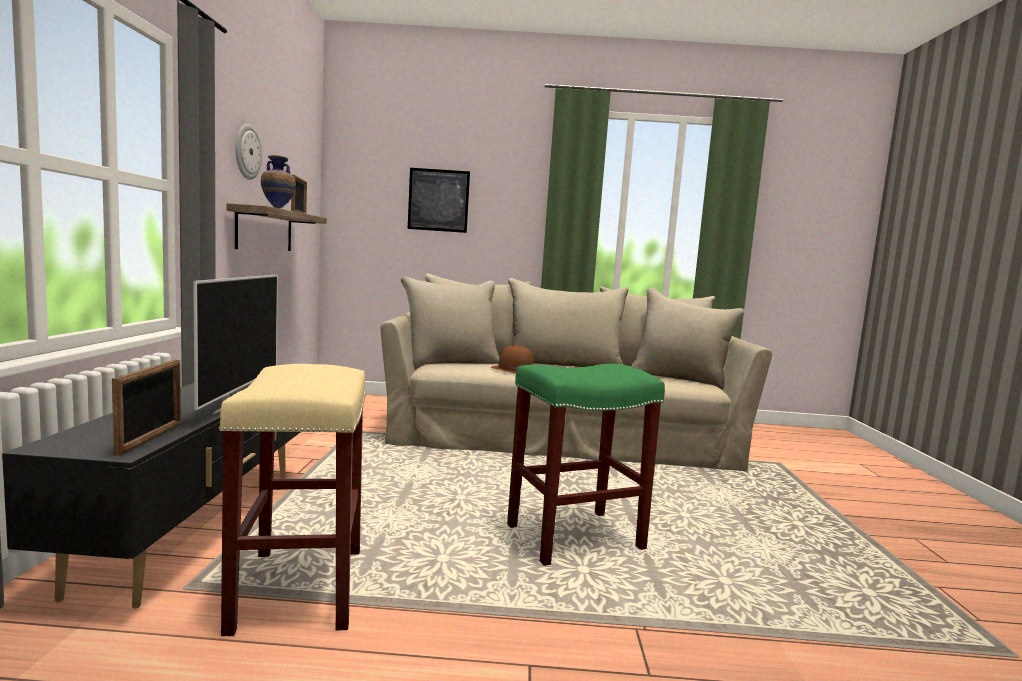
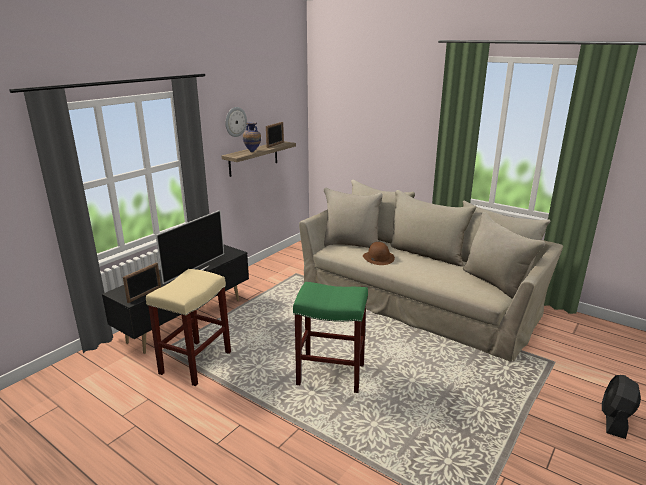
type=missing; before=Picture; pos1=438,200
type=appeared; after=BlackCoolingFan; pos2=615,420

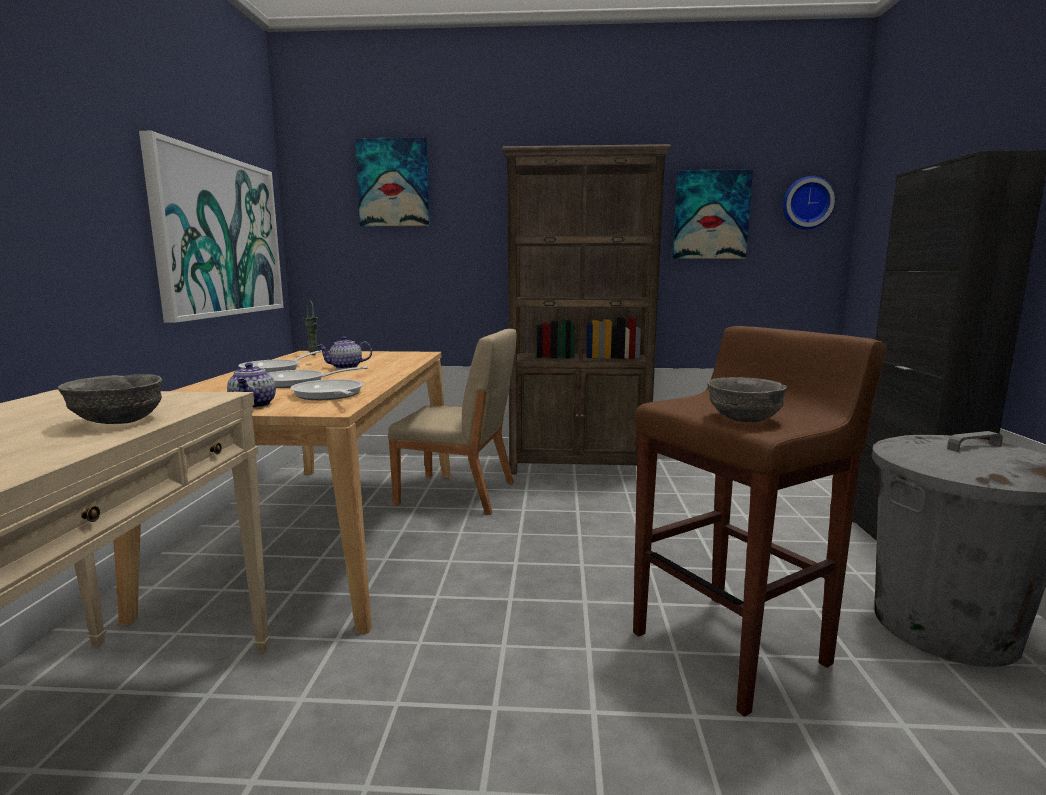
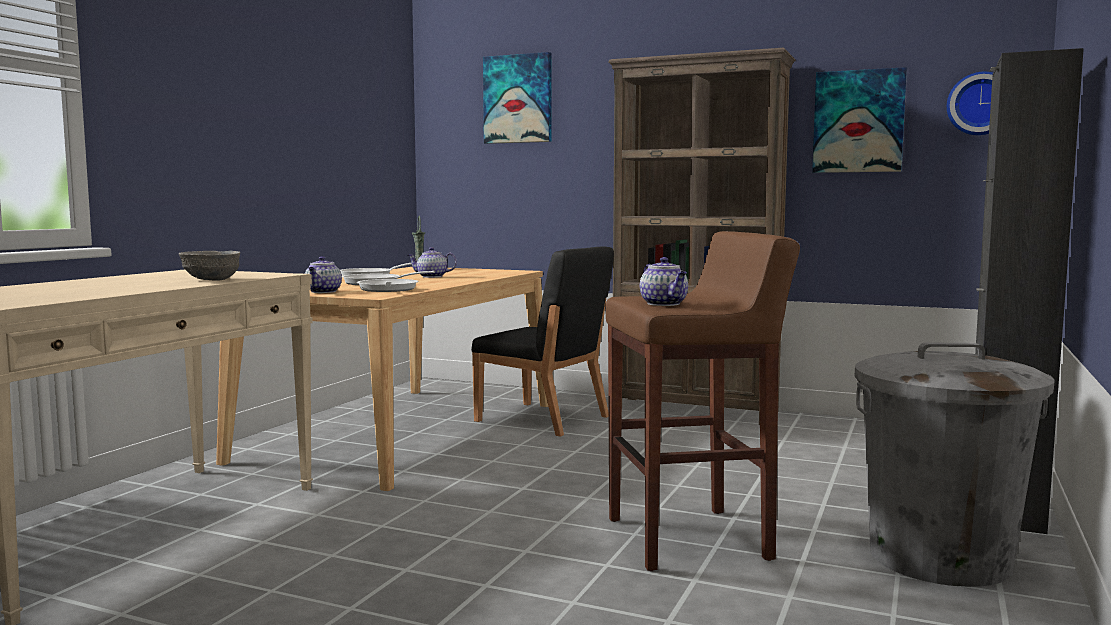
type=missing; before=Picture; pos1=220,236
type=colour; before=BeigeColouredUprightChair; after=BlackUprightChair; pos1=458,494; pos2=543,419
type=exchanged; before=GreyServingBowl; after=TeaPot; pos1=744,418; pos2=664,304

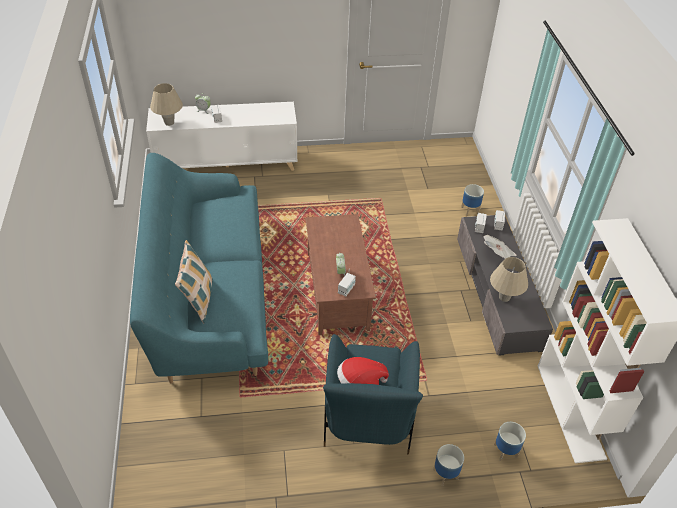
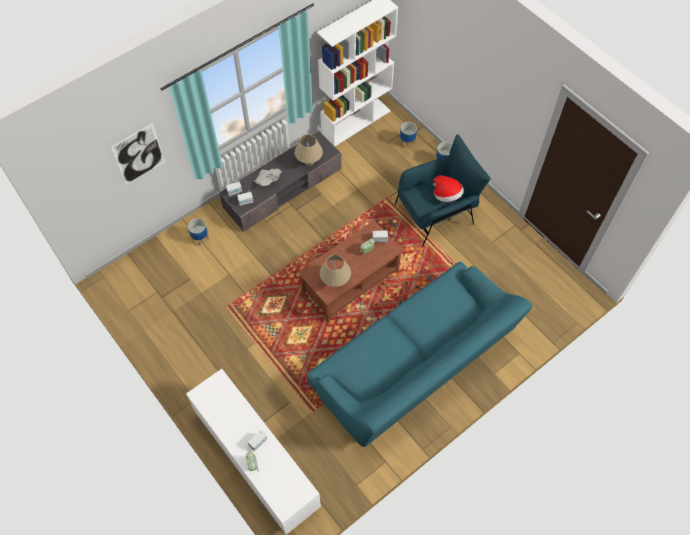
type=relocated; before=BeigeColouredTabletopLamp; pos1=169,123; pos2=335,282
type=missing; before=Cushion; pos1=198,300
type=appeared; after=Picture; pos2=139,154

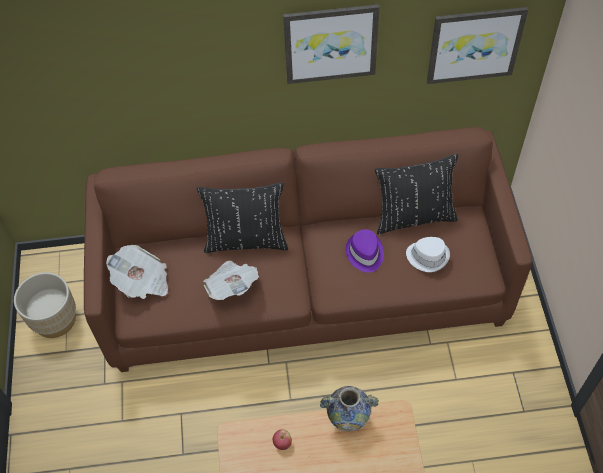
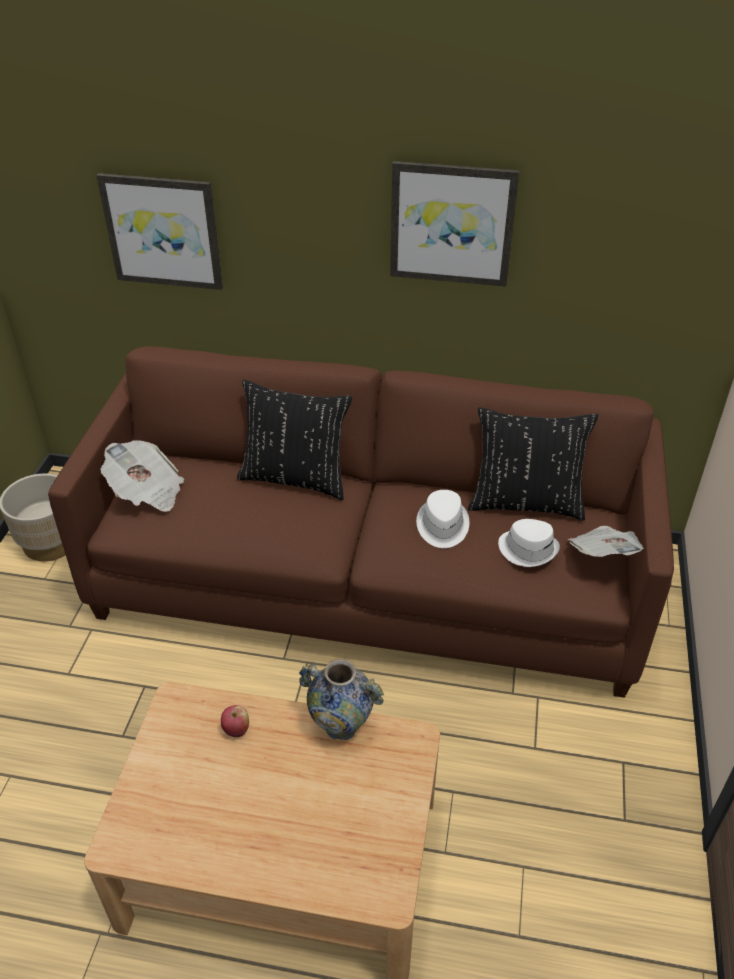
type=relocated; before=Picture; pos1=474,44; pos2=163,231
type=colour; before=PurpleHat; after=WhiteHat; pos1=364,253; pos2=442,525
type=relocated; before=PrintedPaper; pos1=232,286; pos2=606,556

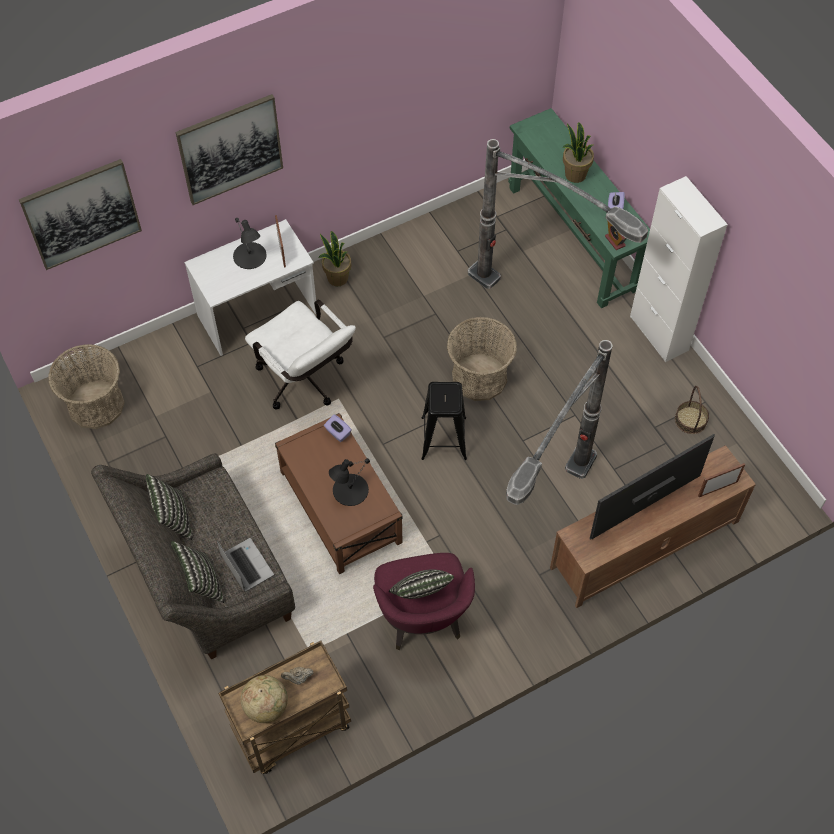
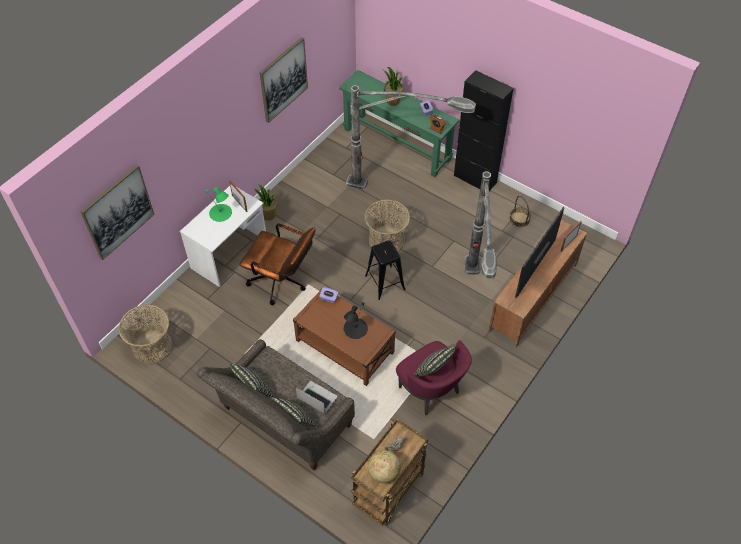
type=relocated; before=Picture; pos1=230,149; pos2=283,79
type=colour; before=WhiteStorageCabinet; after=BlackStorageCabinet; pos1=659,333; pos2=475,179
type=colour; before=BlackTabletopLamp; after=GreenishTabletopLamp; pos1=249,256; pos2=220,213
type=colour; before=WhiteComputerChair; after=BrownishComputerChair; pos1=305,382; pos2=282,282

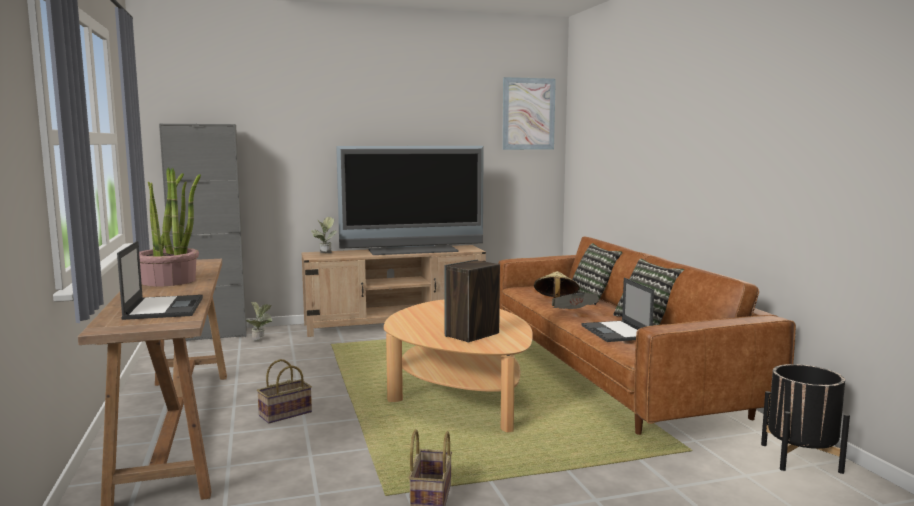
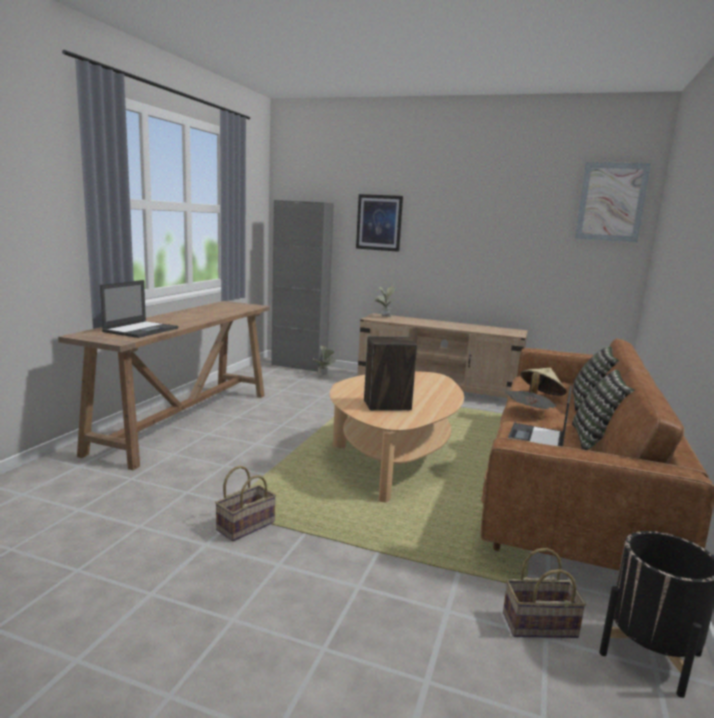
type=missing; before=TvSet; pos1=413,250
type=missing; before=PottedPlant; pos1=169,281
type=relocated; before=StorageBasket; pos1=284,414; pos2=538,626
type=appeared; after=Picture; pos2=379,222

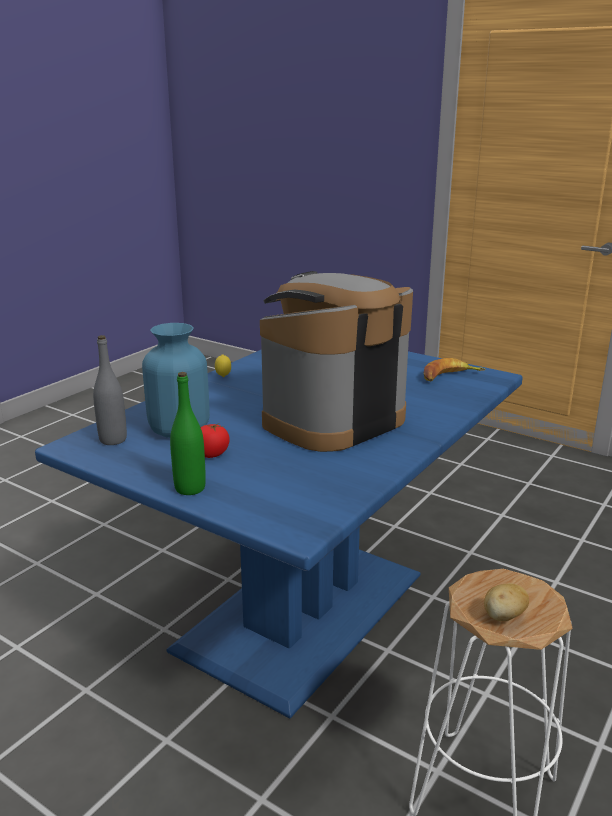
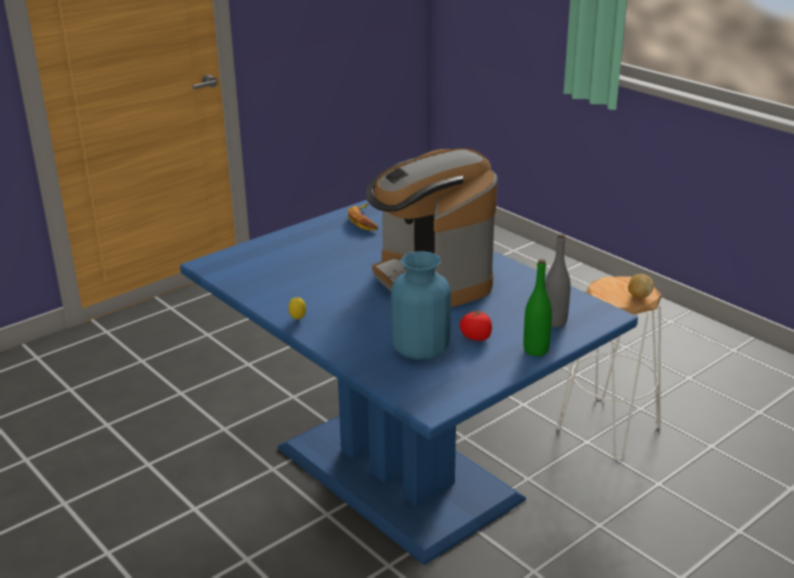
type=relocated; before=GreyBottle; pos1=113,440; pos2=554,322

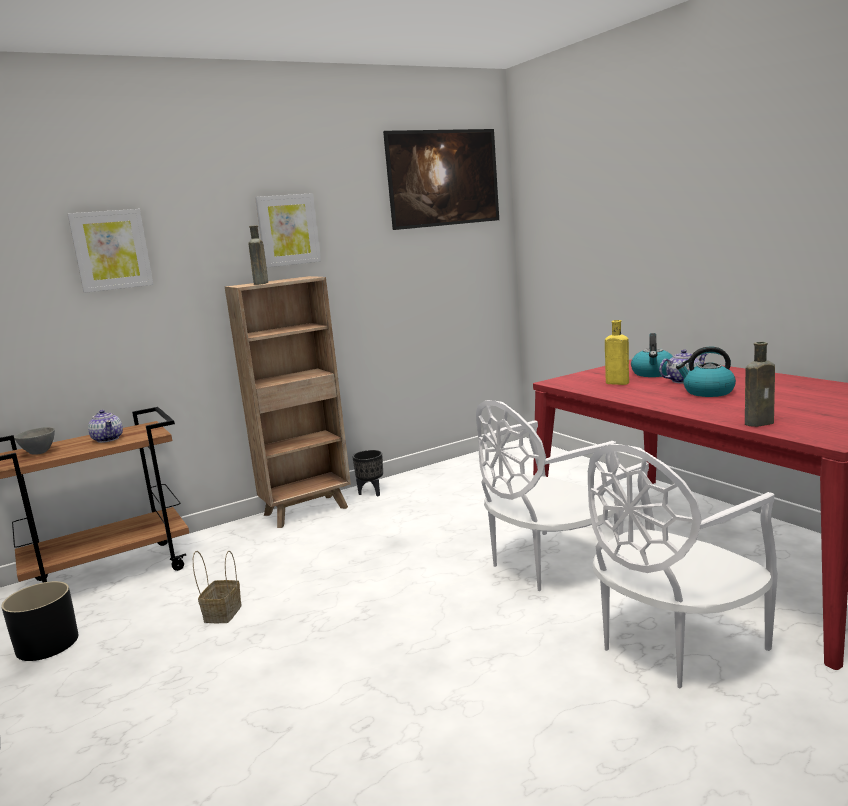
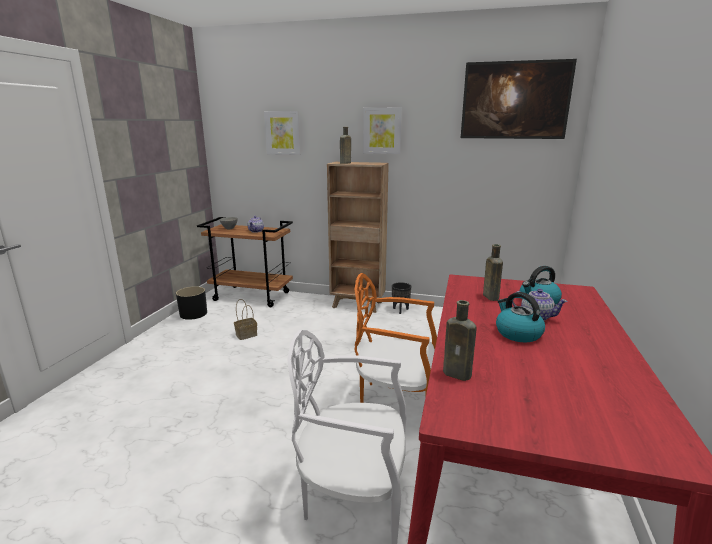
type=colour; before=YellowColouredBottle; after=BrownishBottle; pos1=615,383; pos2=490,296
type=colour; before=WhiteUprightChair; after=OrangeUprightChair; pos1=547,563; pos2=396,401

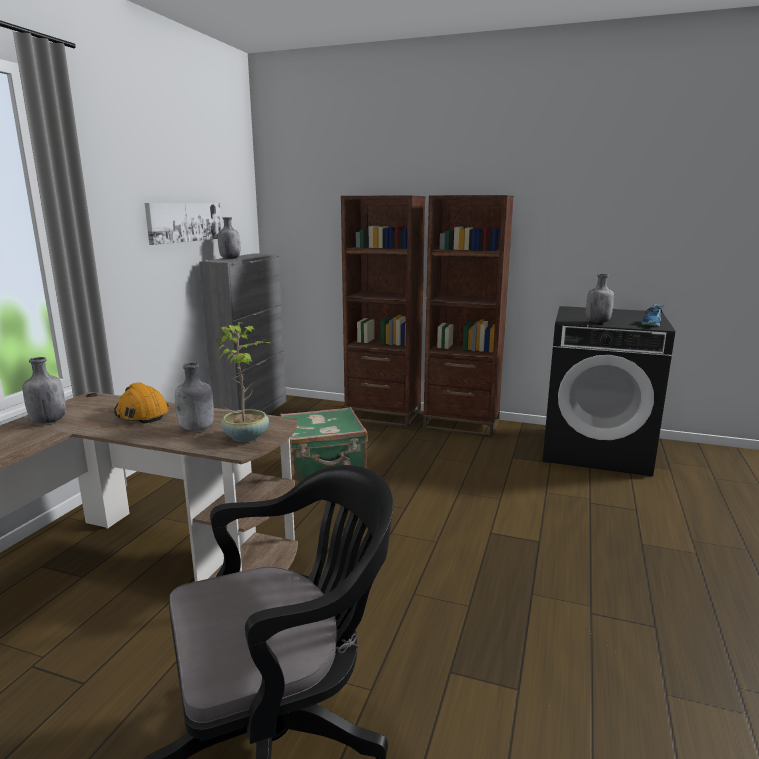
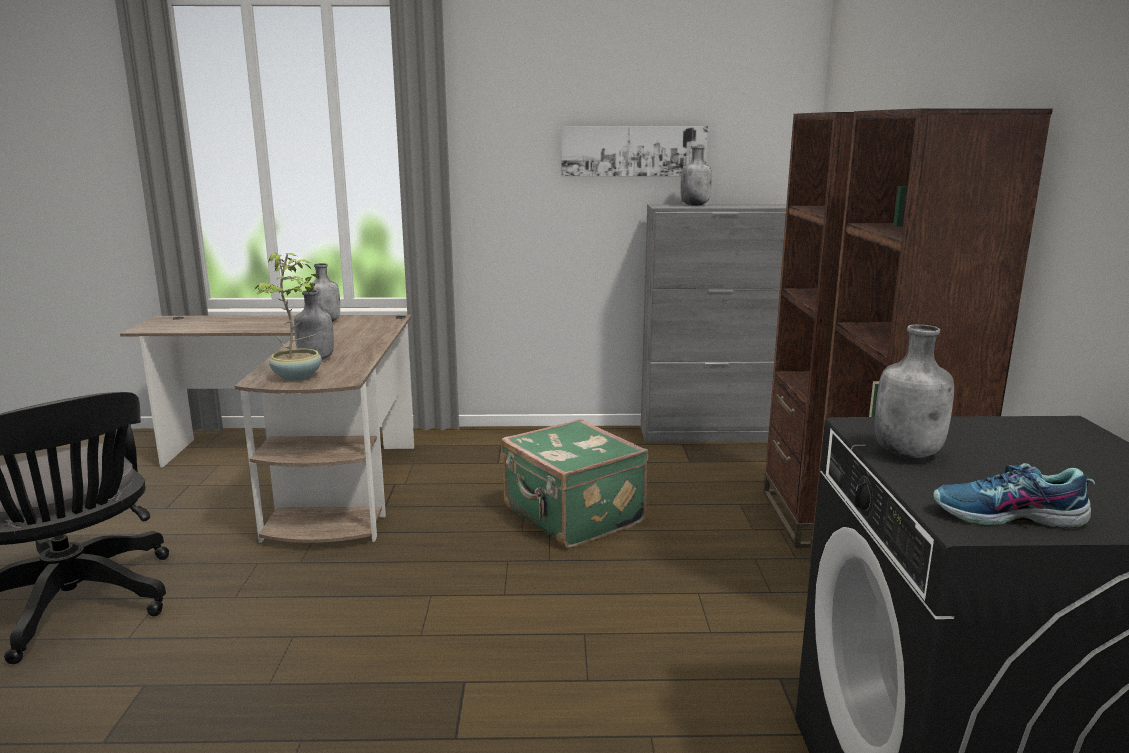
type=missing; before=OrangeSafetyHelmet; pos1=141,414

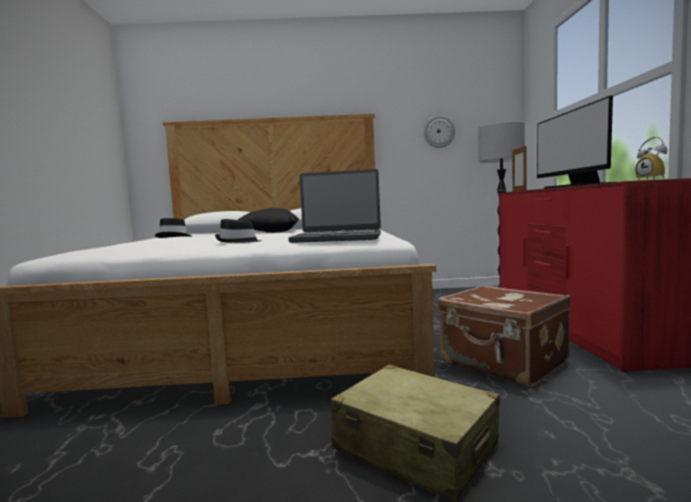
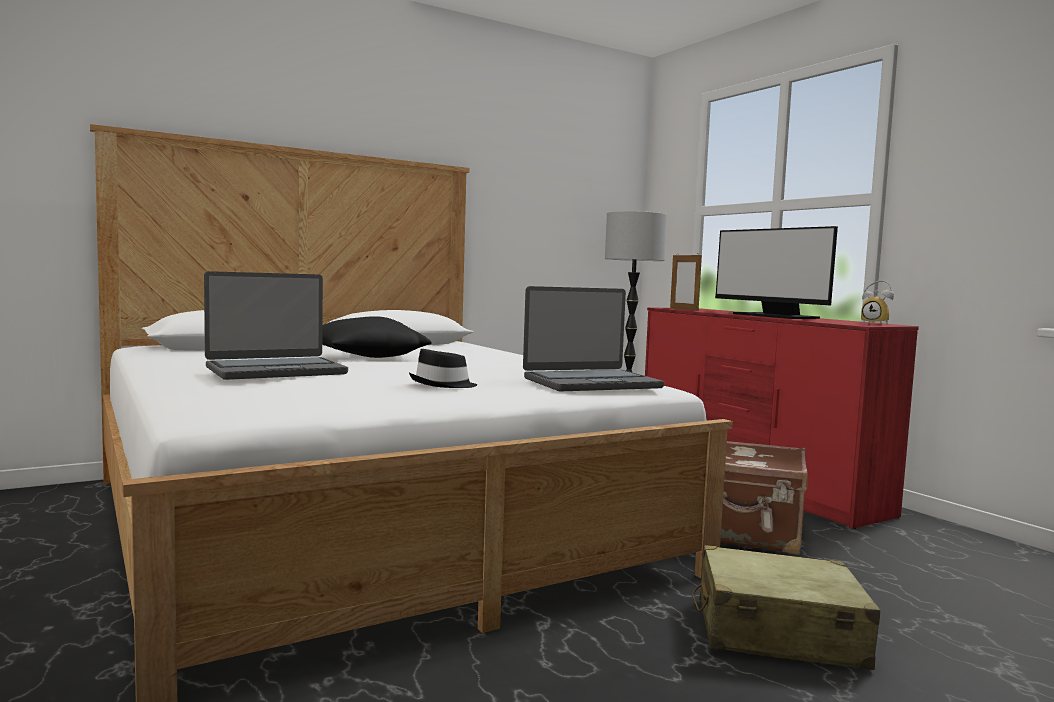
type=missing; before=WallClock; pos1=439,132
type=exchanged; before=BlackHat; after=PortableComputer; pos1=175,237; pos2=275,371

